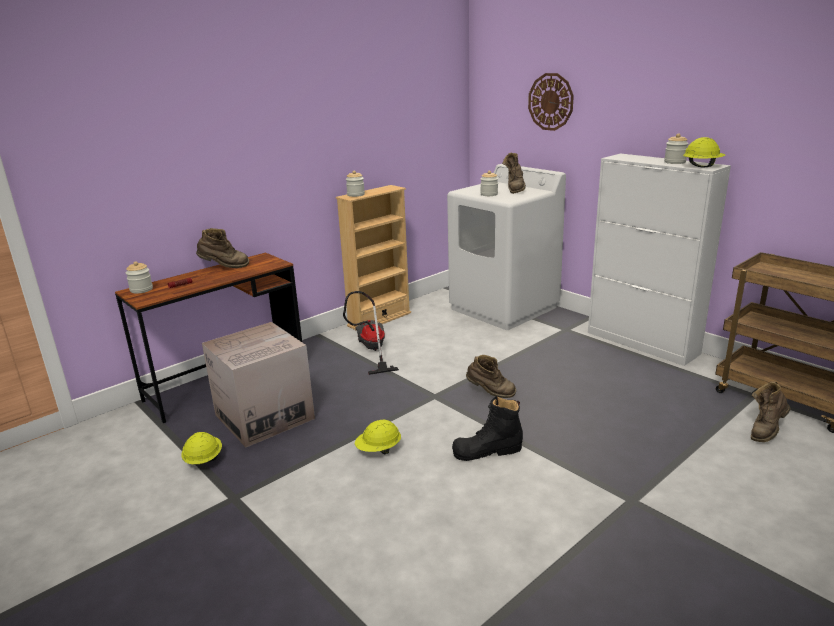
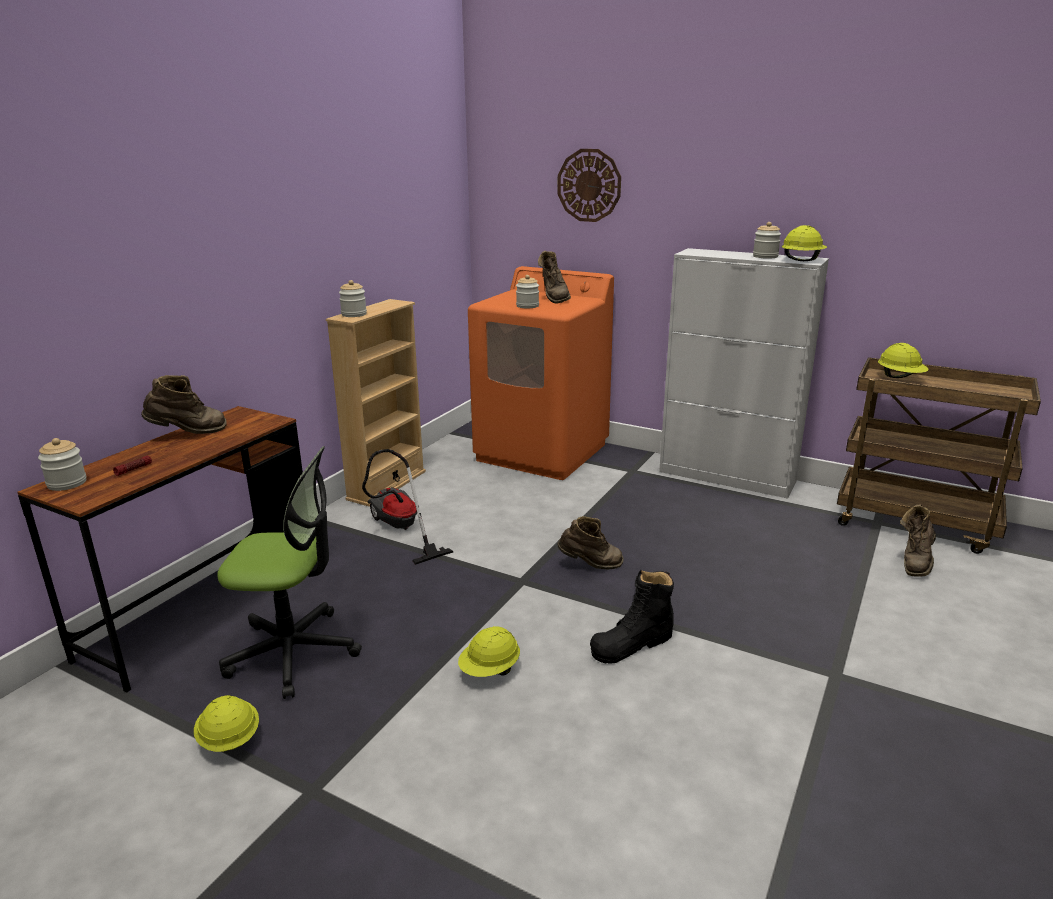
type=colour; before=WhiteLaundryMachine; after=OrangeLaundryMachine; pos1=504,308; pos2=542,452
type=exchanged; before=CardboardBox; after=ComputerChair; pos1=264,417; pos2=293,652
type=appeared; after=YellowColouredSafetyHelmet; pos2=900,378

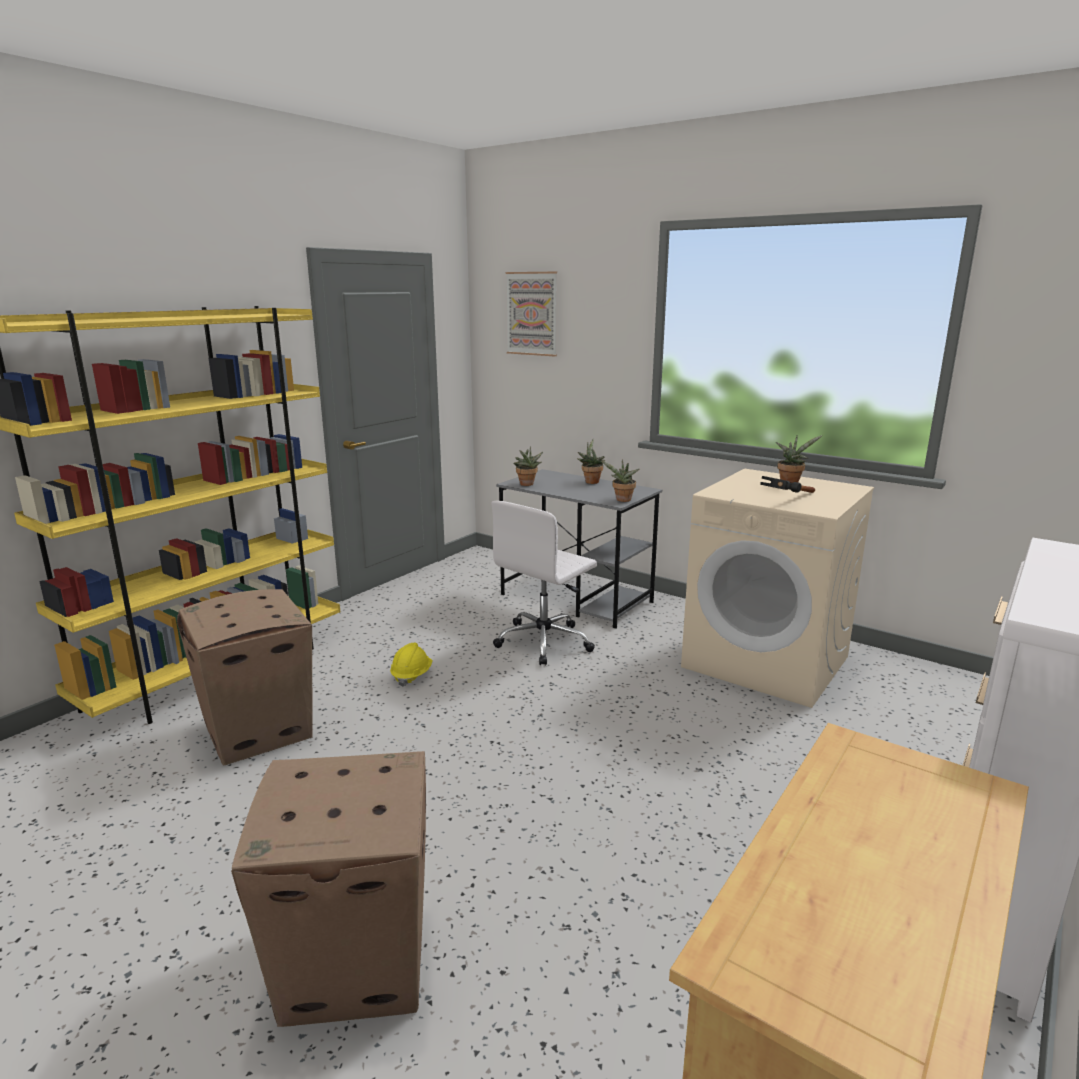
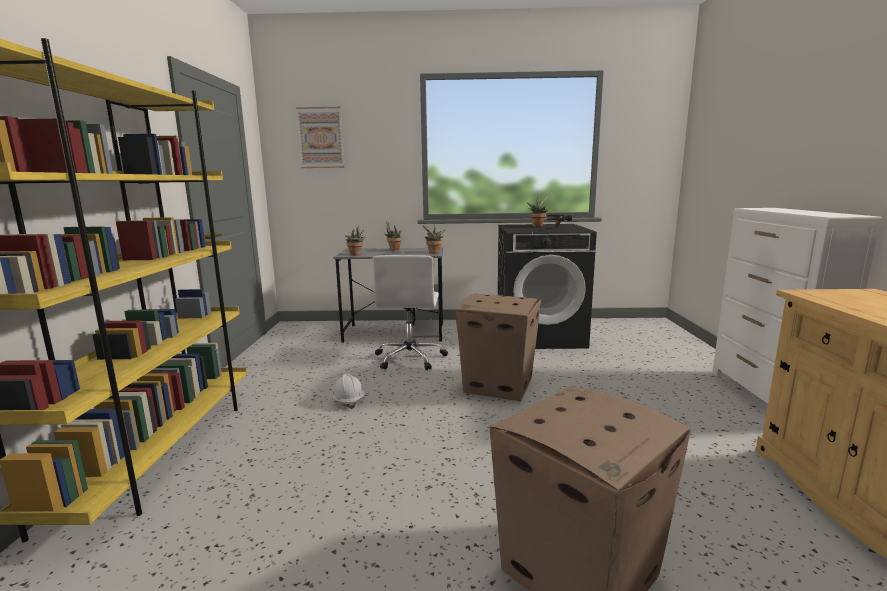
type=colour; before=BeigeColouredLaundryMachine; after=BlackLaundryMachine; pos1=767,662; pos2=540,336
type=relocated; before=CardboardBox; pos1=259,731; pos2=499,385
type=colour; before=YellowColouredSafetyHelmet; after=WhiteSafetyHelmet; pos1=411,675; pos2=348,401

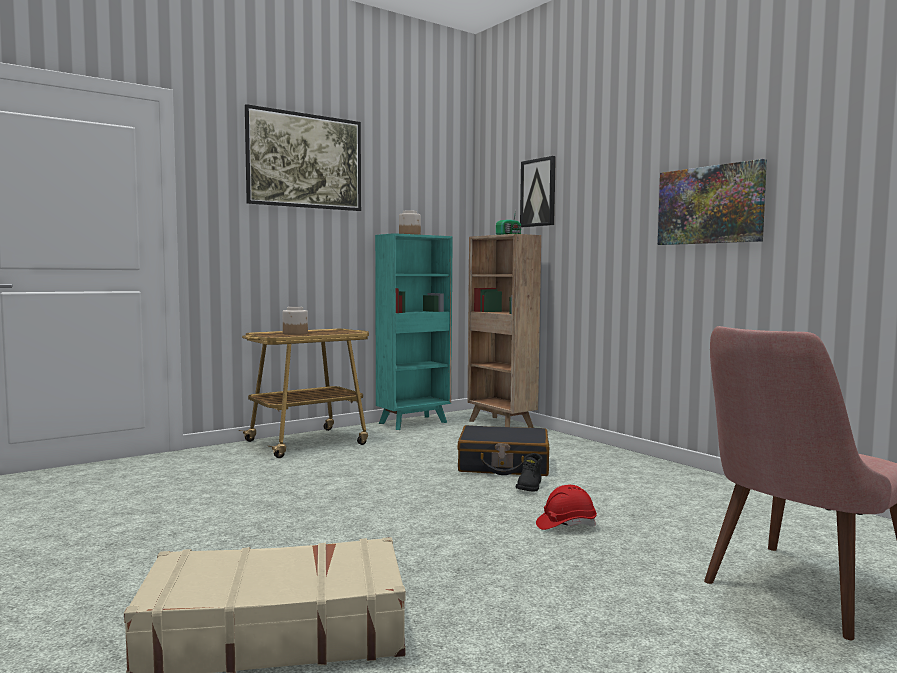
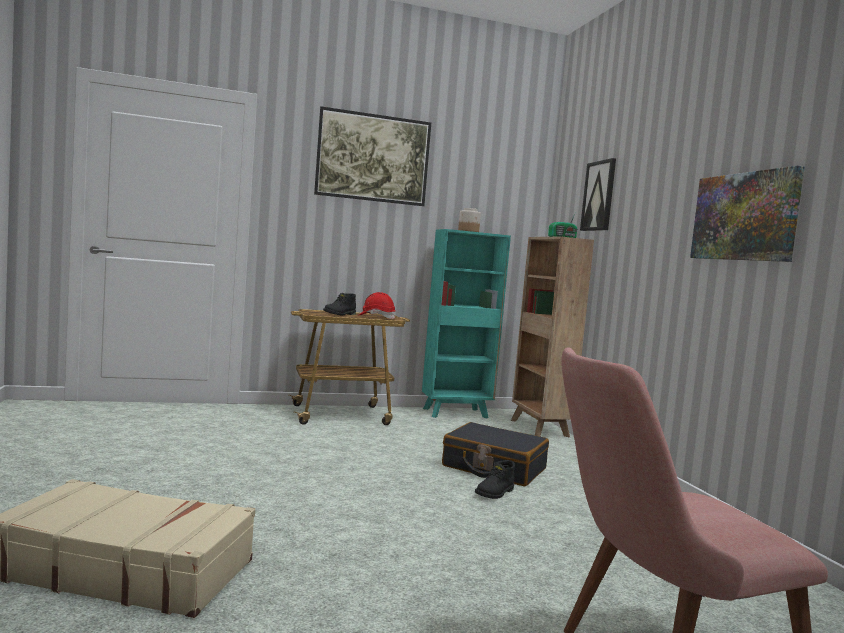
type=exchanged; before=PreserveJar; after=BlackBoot; pos1=295,333; pos2=340,314
type=relocated; before=RedSafetyHelmet; pos1=566,525; pos2=376,317

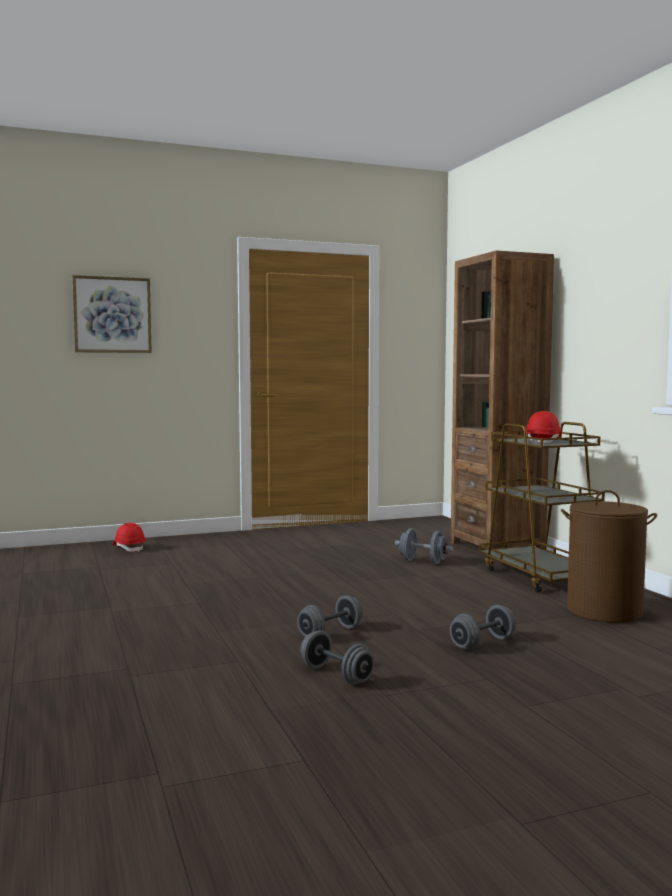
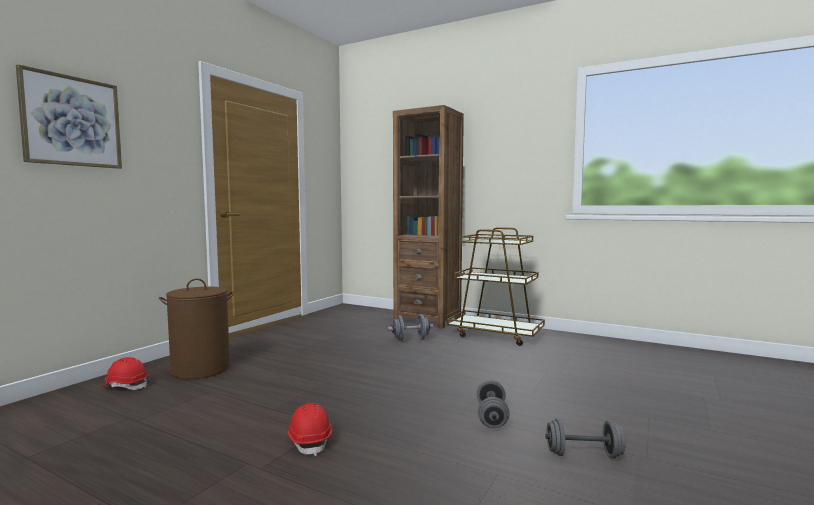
type=relocated; before=RedSafetyHelmet; pos1=543,442; pos2=310,441
type=relocated; before=BrownishWashingBasket; pos1=605,611; pos2=201,369
type=missing; before=GreyDumbbell; pos1=482,643

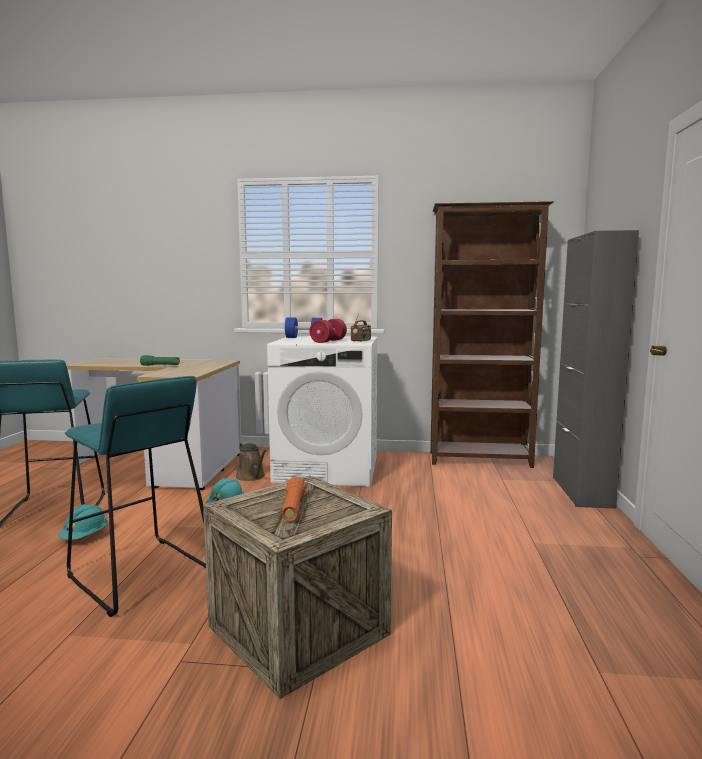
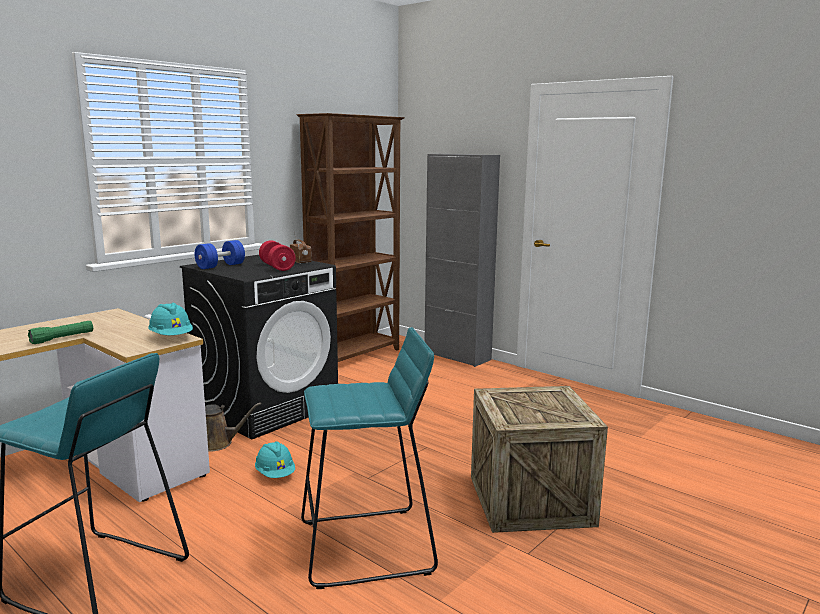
type=colour; before=WhiteLaundryMachine; after=BlackLaundryMachine; pos1=328,469; pos2=266,407
type=missing; before=OrangeTorch; pos1=293,508
type=relocated; before=TurquoiseSafetyHelmet; pos1=85,537; pos2=171,337

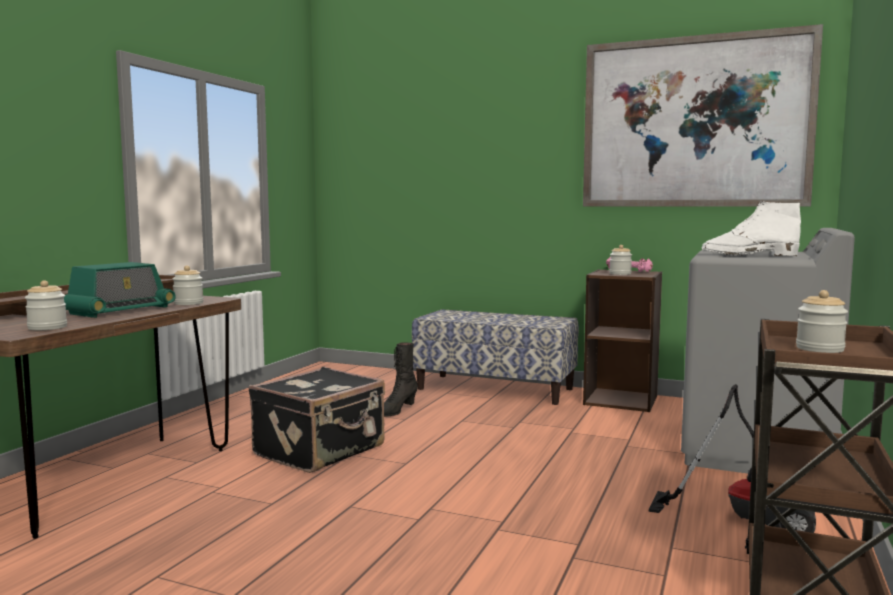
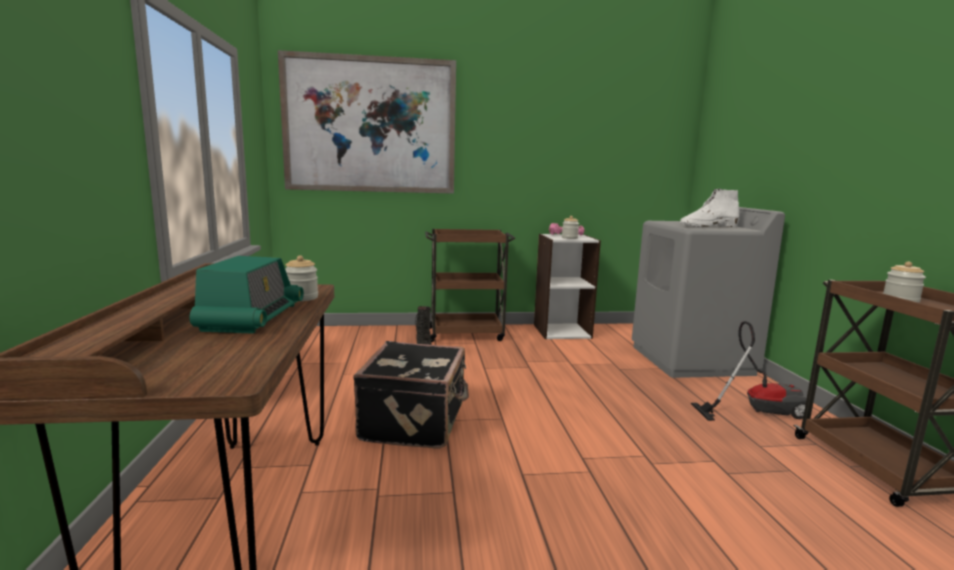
type=relocated; before=Picture; pos1=694,123; pos2=370,126
type=colour; before=BrownishShelvingUnit; after=WhiteShelvingUnit; pos1=621,400; pos2=562,331
type=missing; before=PreserveJar; pos1=47,327
type=exchanged; before=IndoorBench; after=BrownishTrolley; pos1=495,389; pos2=466,334

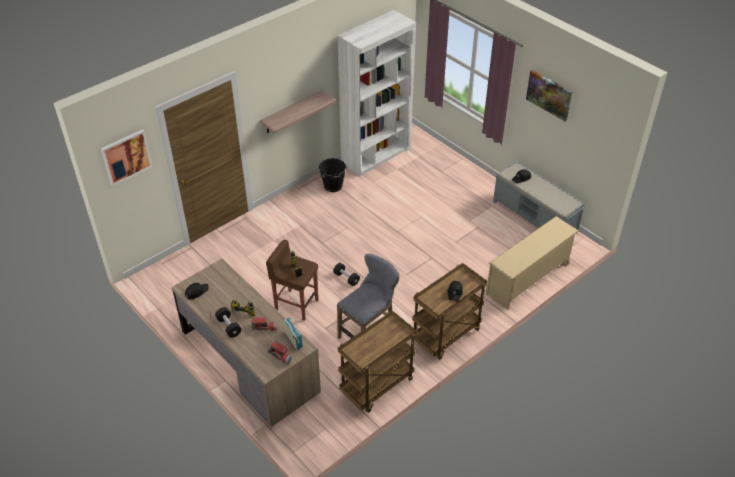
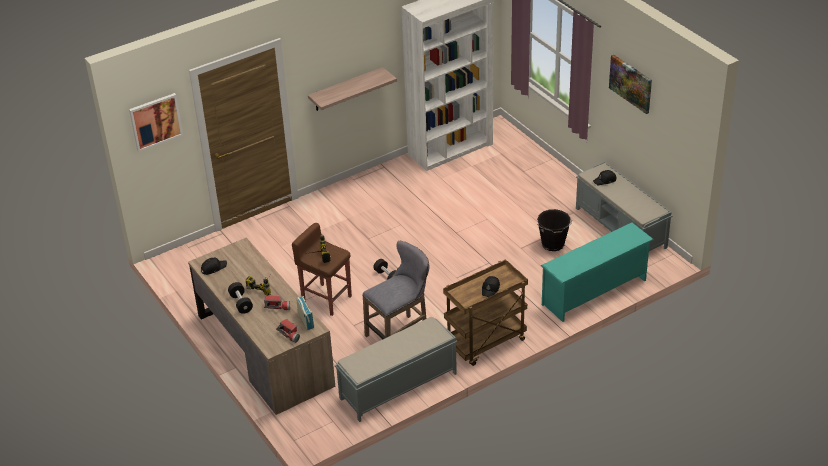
type=relocated; before=BlackBucket; pos1=333,186; pos2=553,244
type=colour; before=BeigeColouredShoeRack; after=TurquoiseShoeRack; pos1=528,279; pos2=595,293
type=exchanged; before=BrownishTrolley; after=GreyIndoorBench; pos1=377,386; pos2=397,386

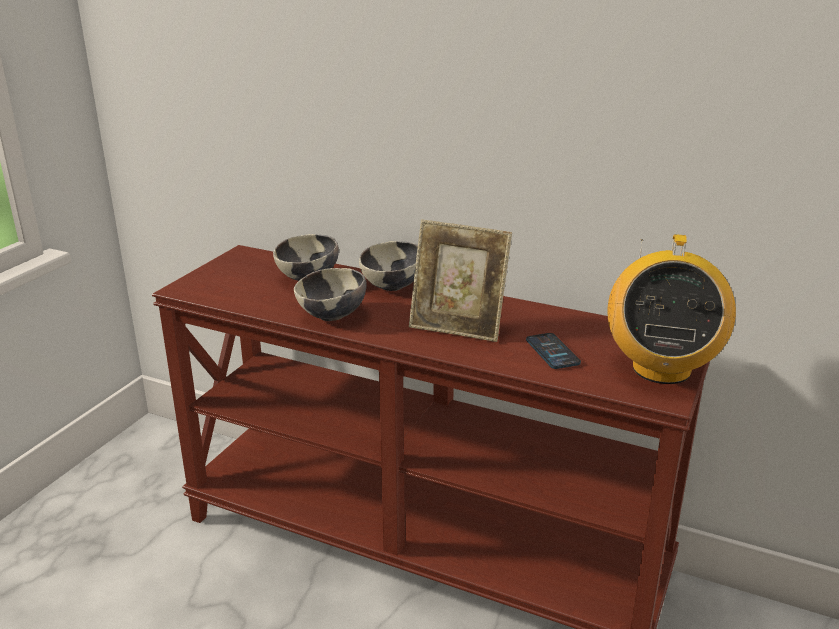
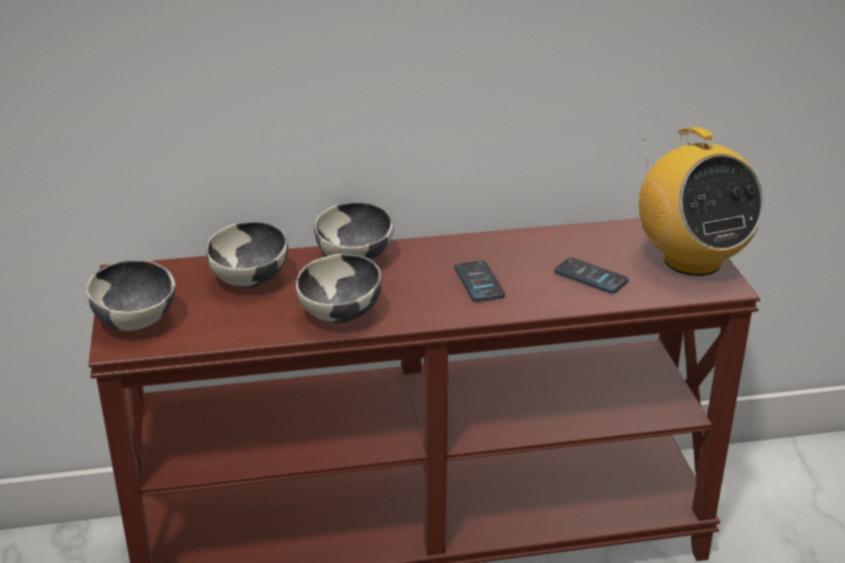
type=exchanged; before=StandingFrame; after=Telephone; pos1=458,327; pos2=479,282
type=appeared; after=ServingBowl; pos2=136,322

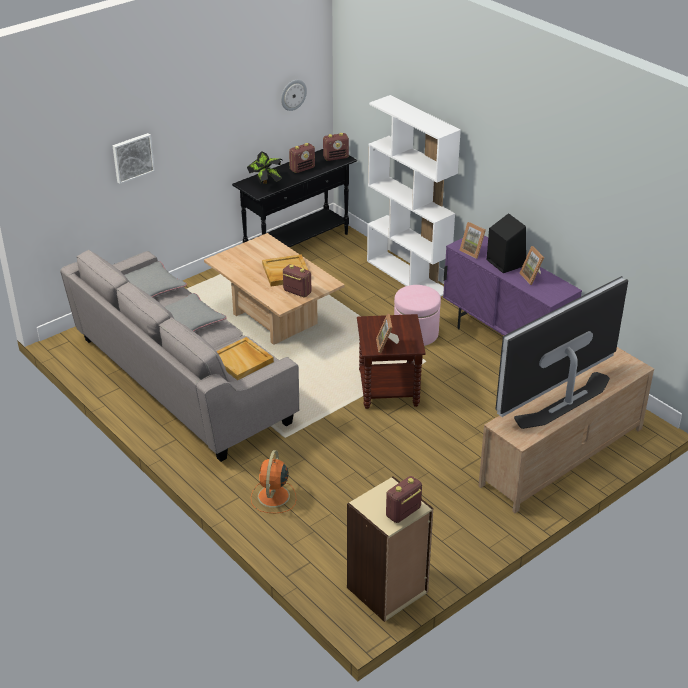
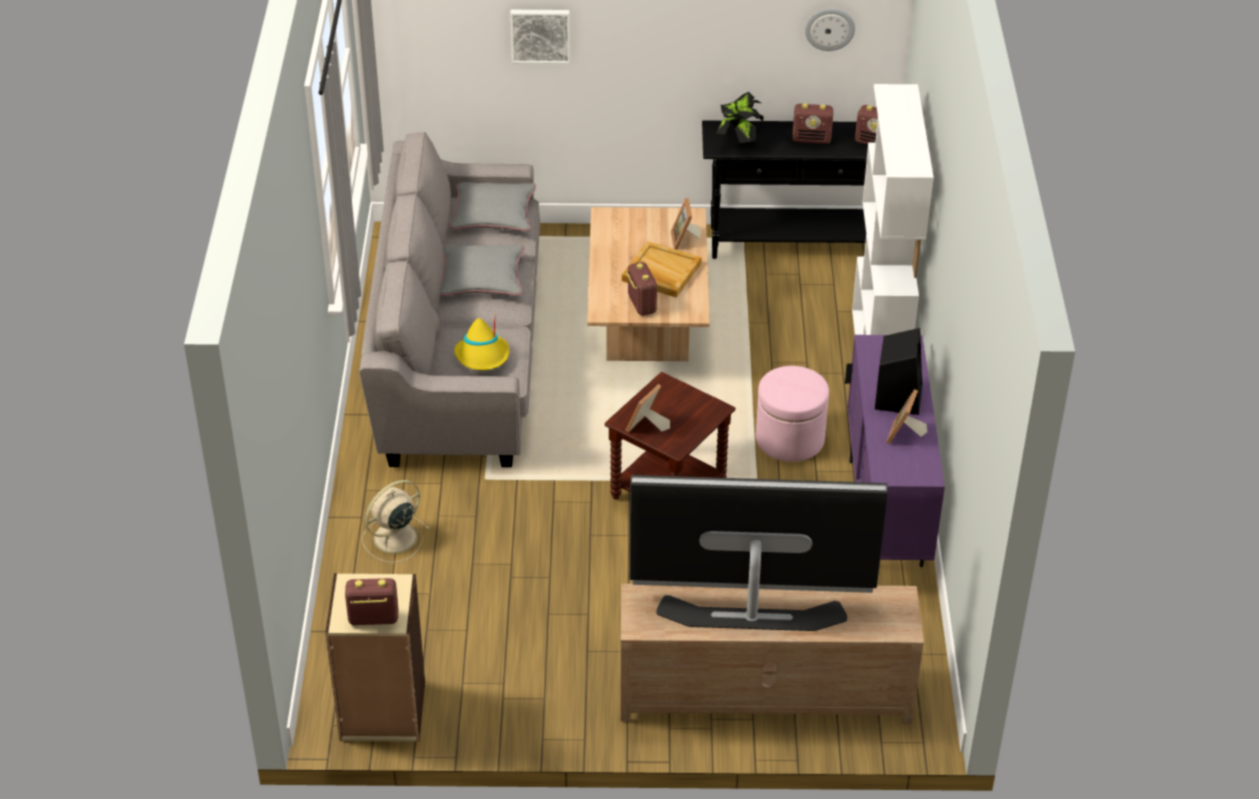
type=relocated; before=StandingFrame; pos1=473,251; pos2=685,240
type=exchanged; before=BeigeColouredCarryingTray; after=YellowColouredHat; pos1=242,360; pos2=483,356
type=colour; before=OrangeCoolingFan; after=BeigeColouredCoolingFan; pos1=273,497; pos2=393,539

